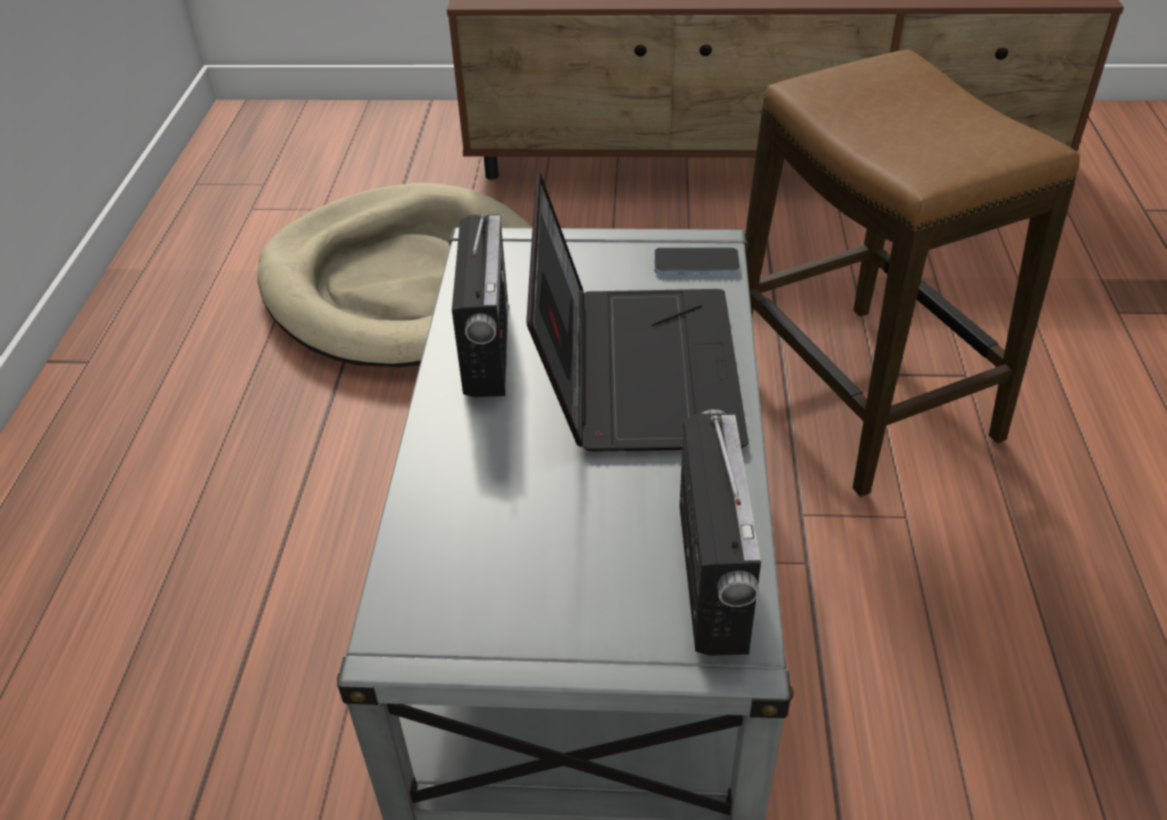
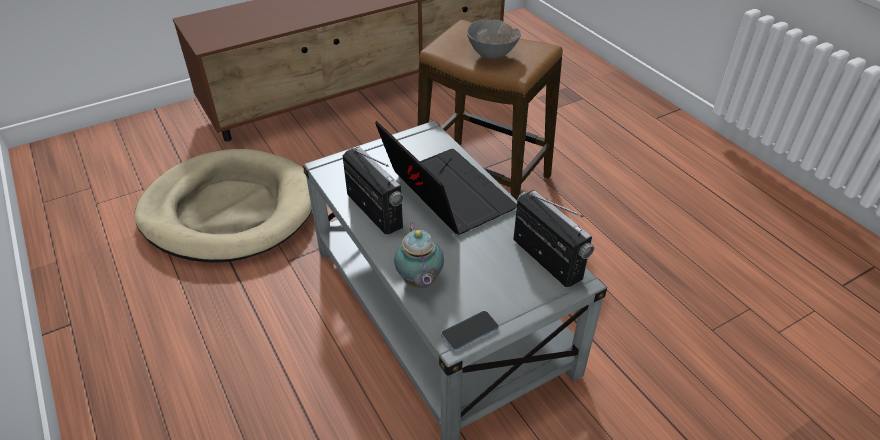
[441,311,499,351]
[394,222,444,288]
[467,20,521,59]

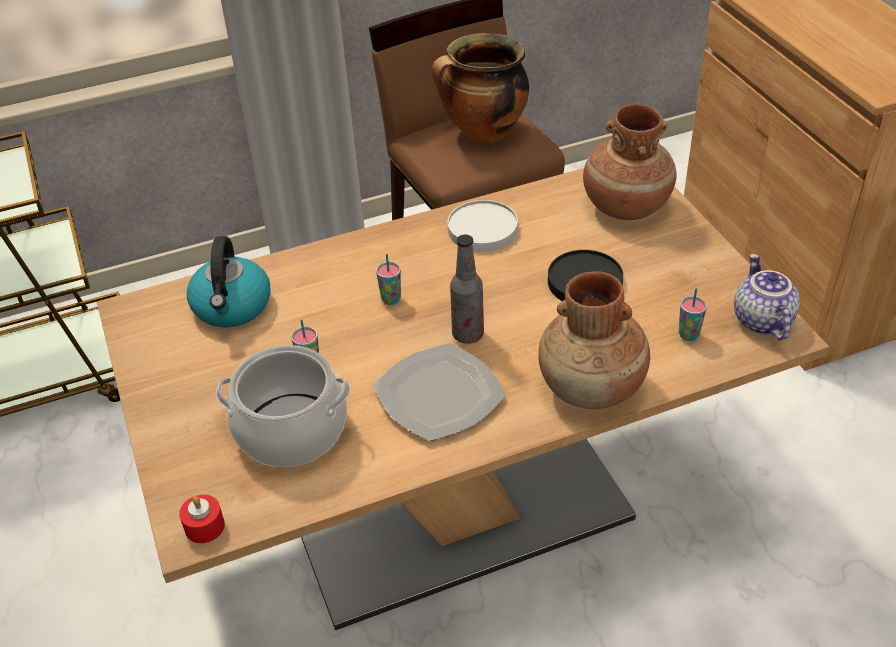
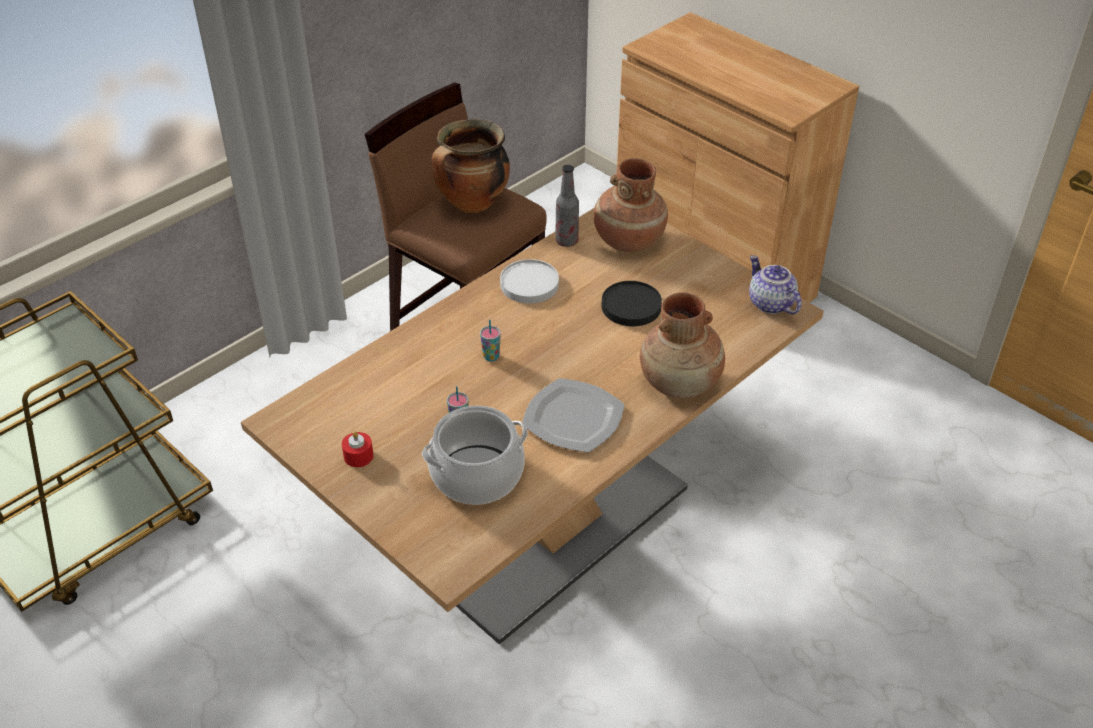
[342,431,374,467]
[187,236,271,328] (first image)
[555,165,579,247]
[679,288,707,341] (first image)

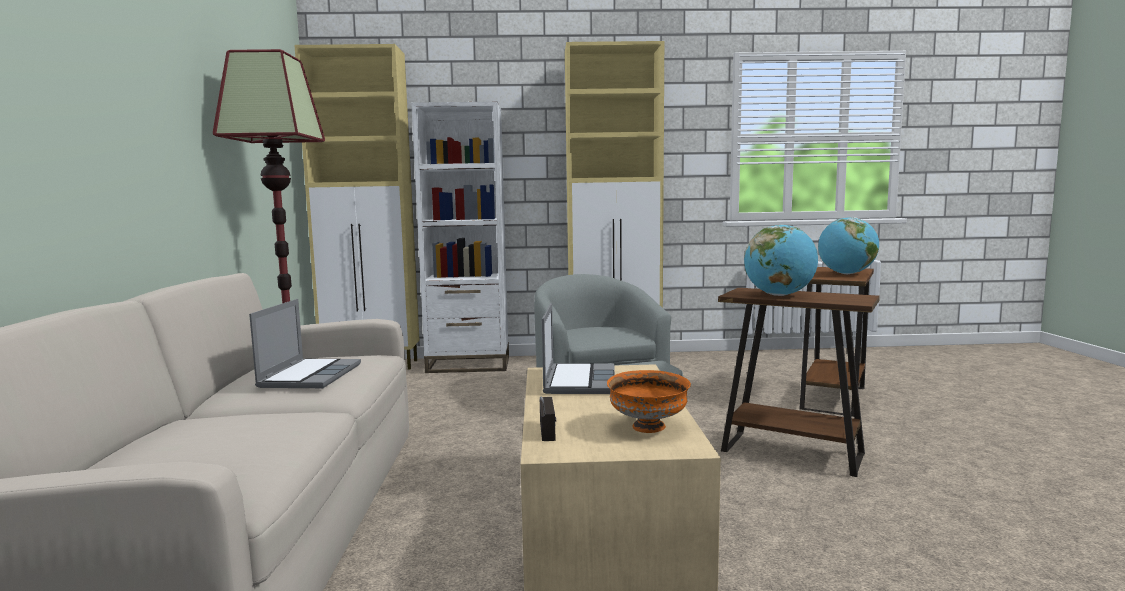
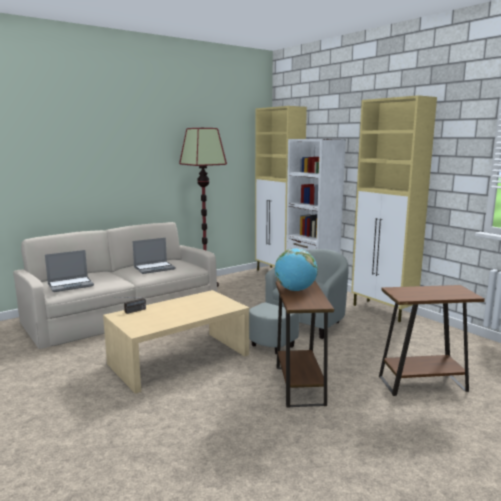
[45,250,94,292]
[607,370,691,433] (first image)
[818,217,879,274] (first image)

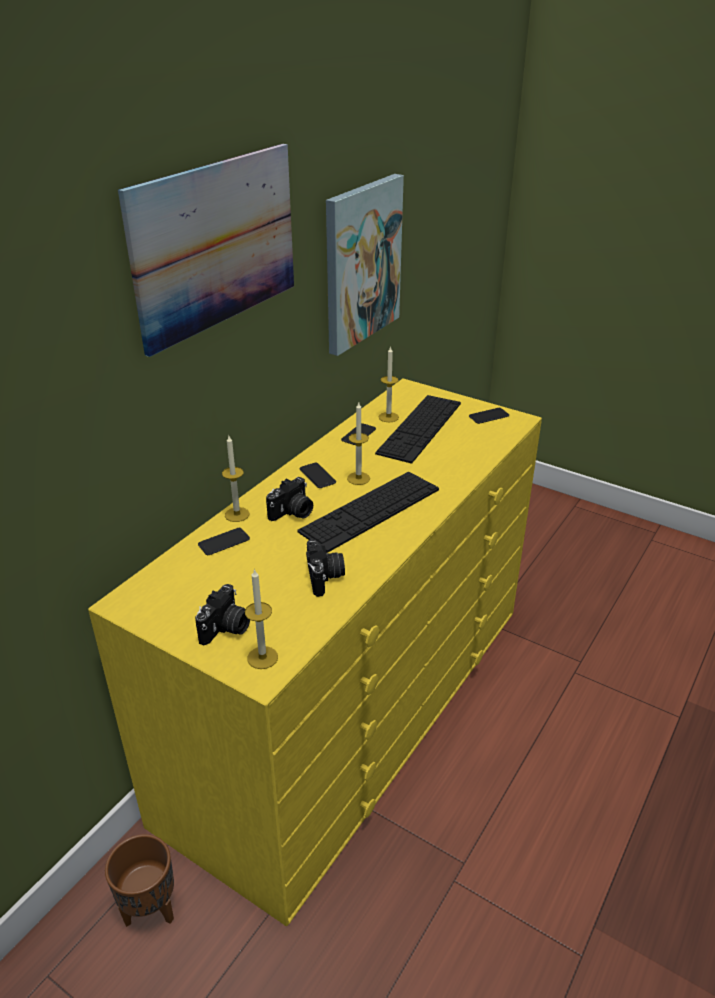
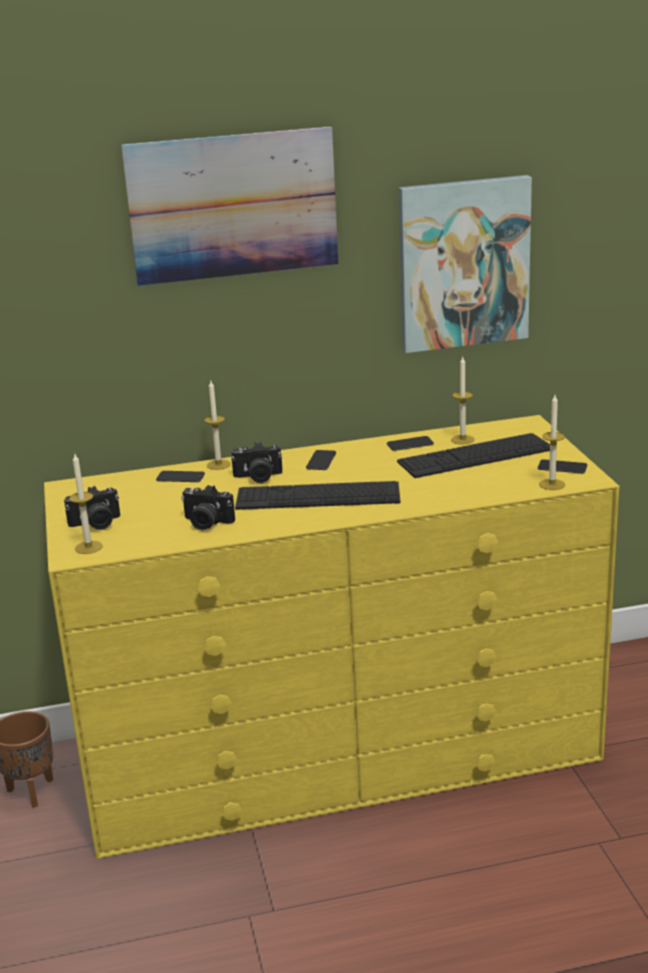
[181,485,235,530]
[539,395,565,490]

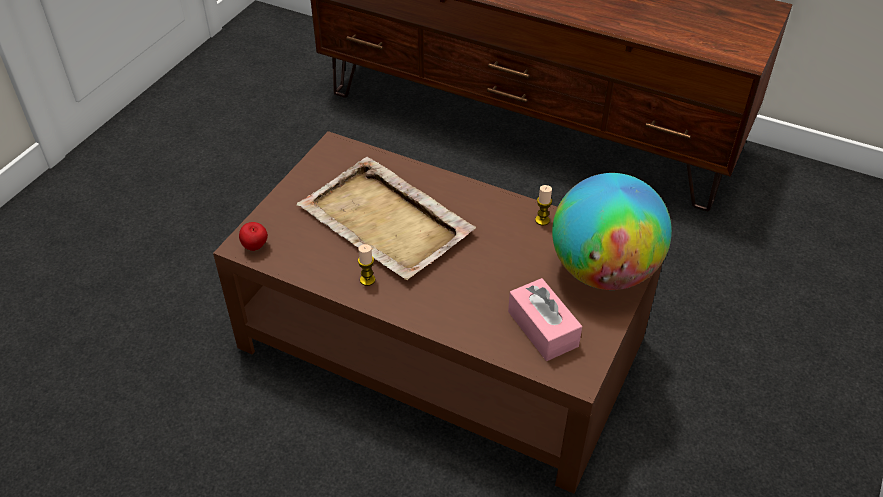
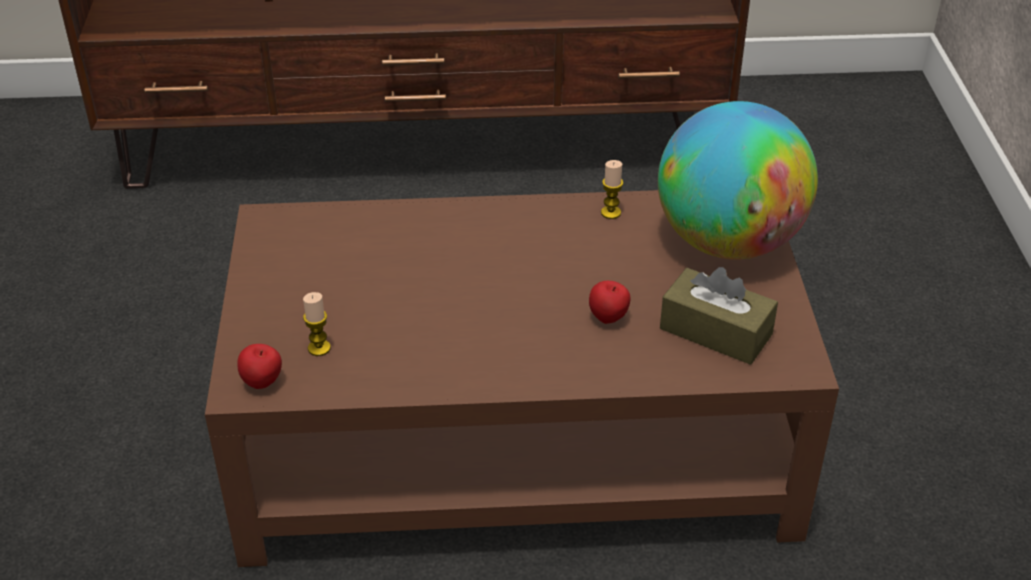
[297,157,476,280] (first image)
[303,292,331,356]
[660,267,778,365]
[589,281,631,324]

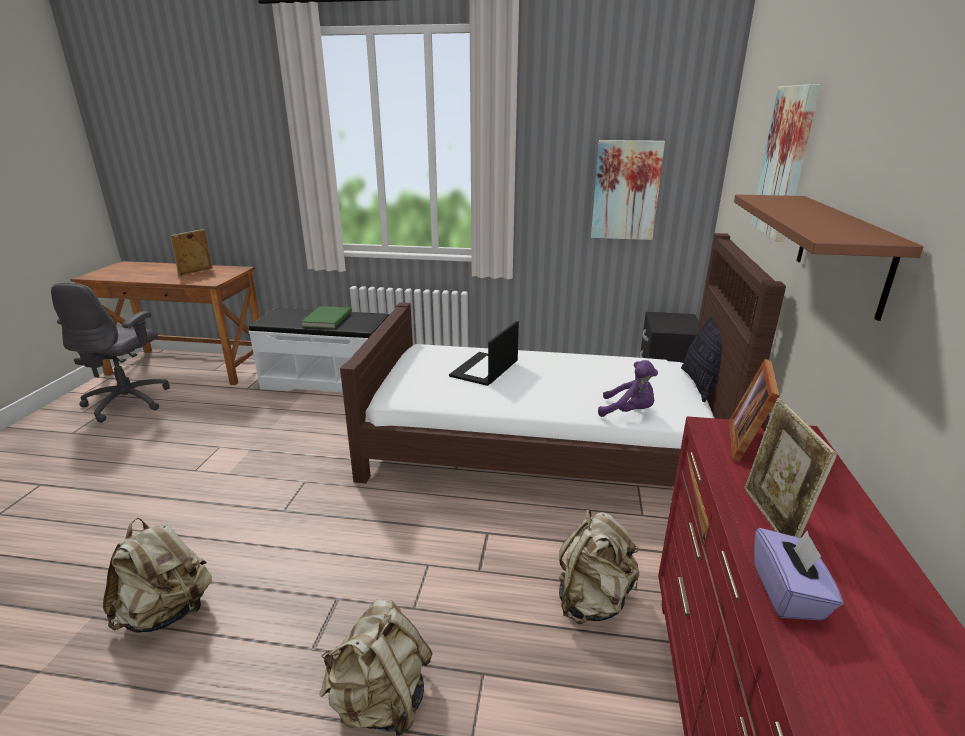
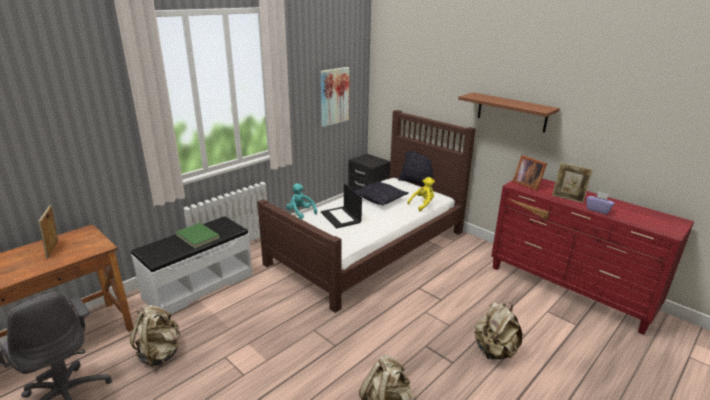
[130,305,180,368]
[407,177,435,211]
[751,84,820,242] (first image)
[286,183,317,219]
[355,181,409,206]

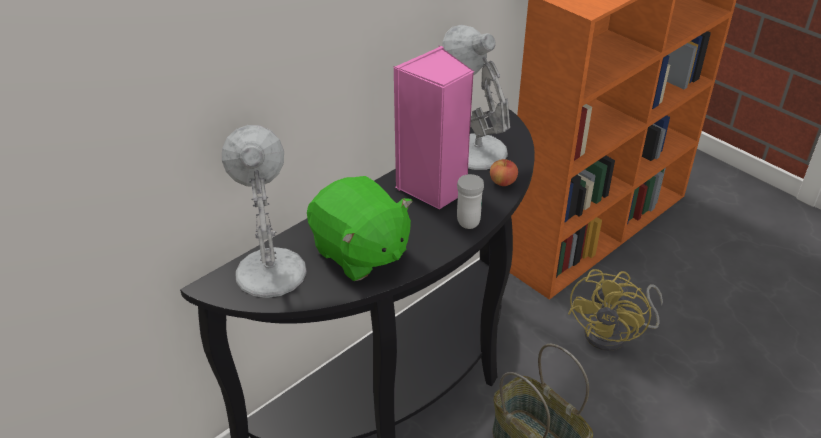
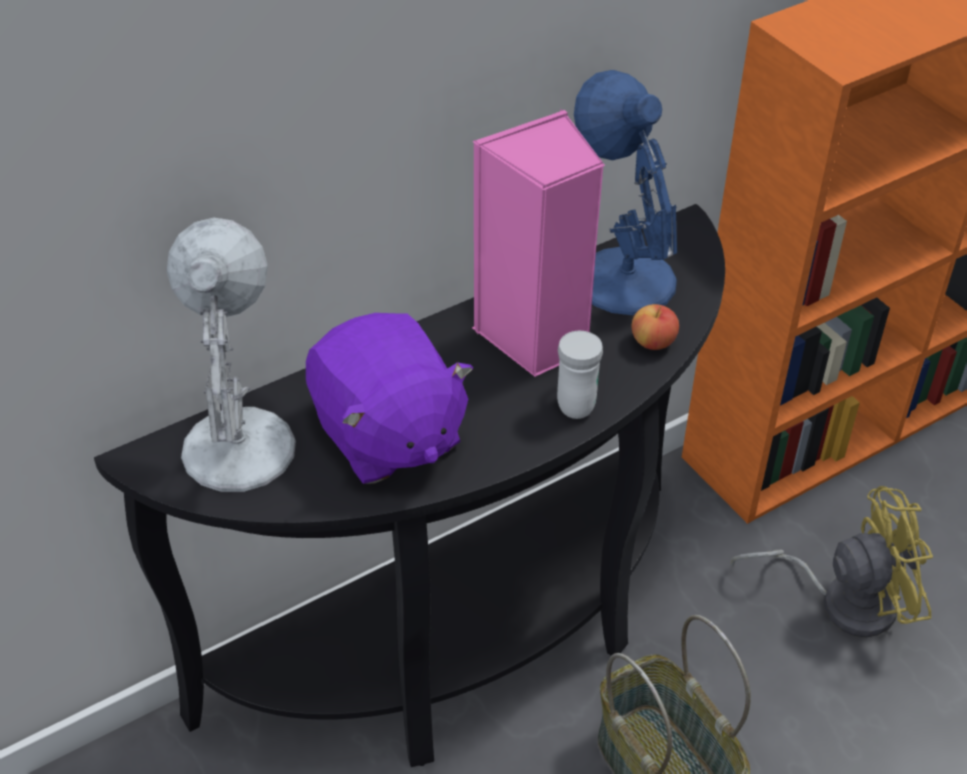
[306,313,473,484]
[574,70,677,315]
[731,486,933,637]

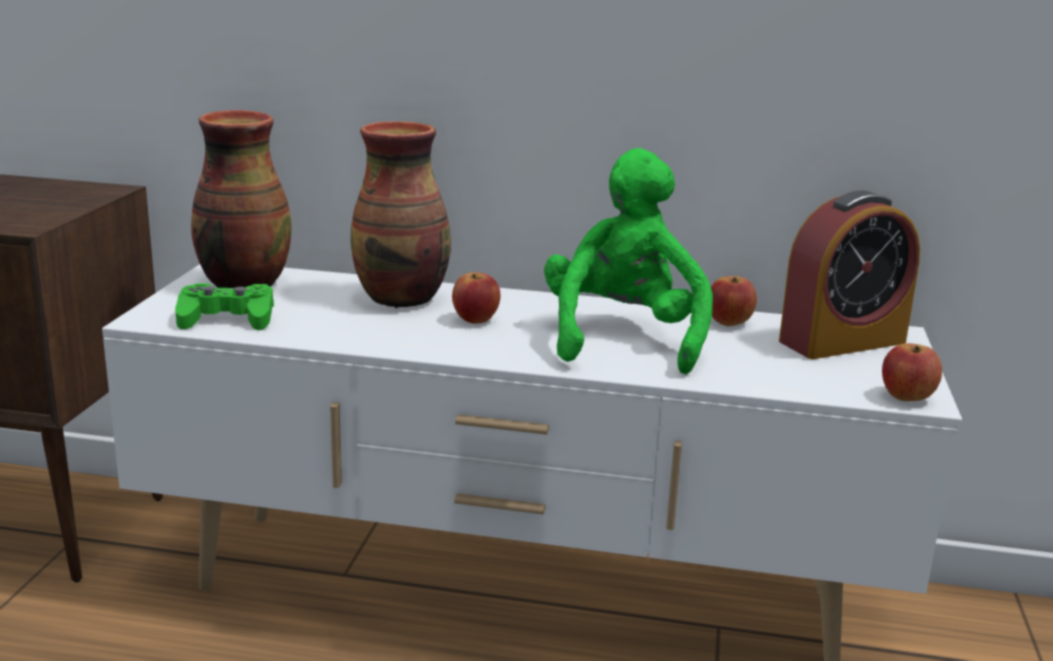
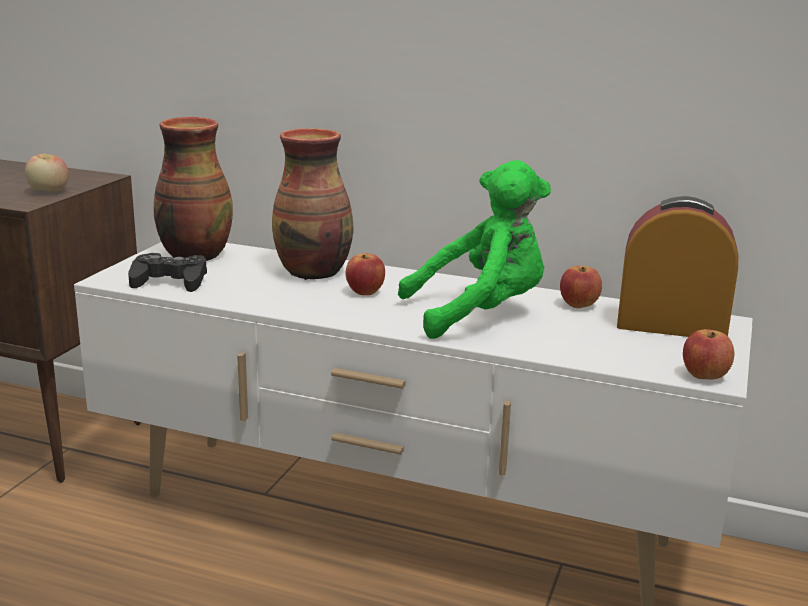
[128,253,207,292]
[398,160,551,339]
[617,196,738,337]
[25,154,69,192]

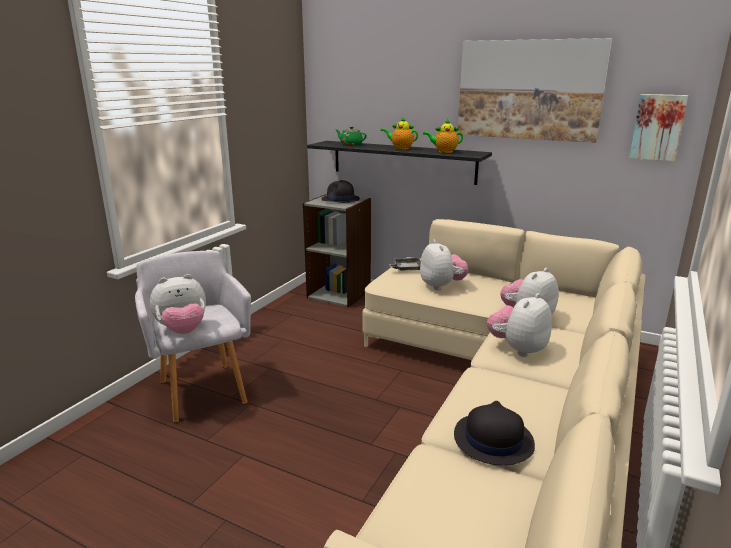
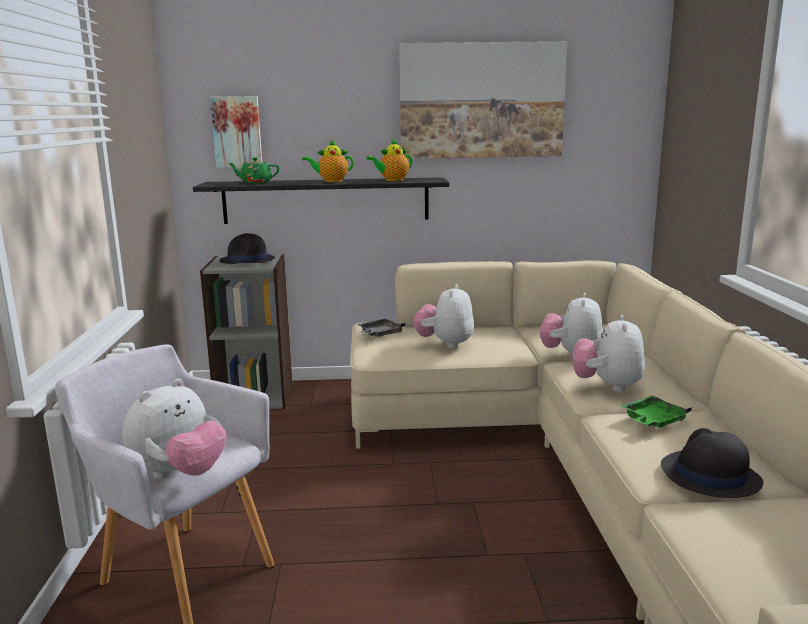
[413,284,474,348]
[210,96,262,168]
[620,396,692,428]

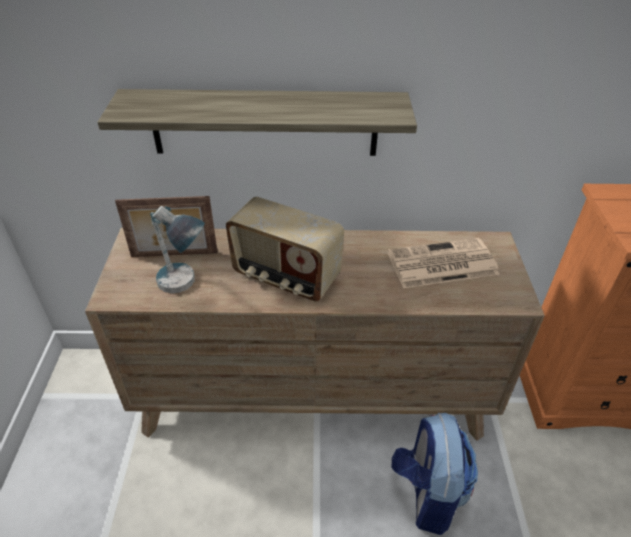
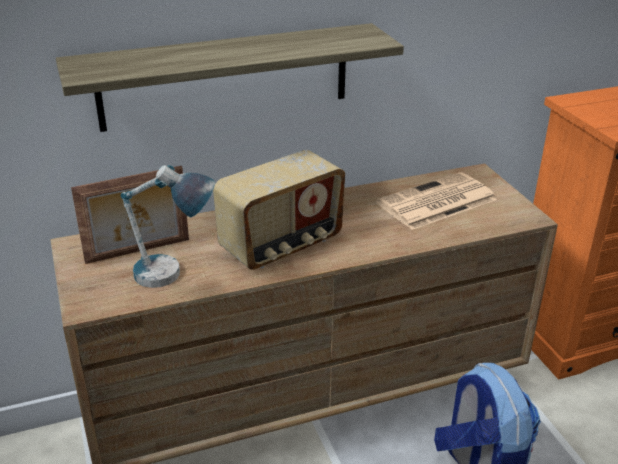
[213,150,345,270]

